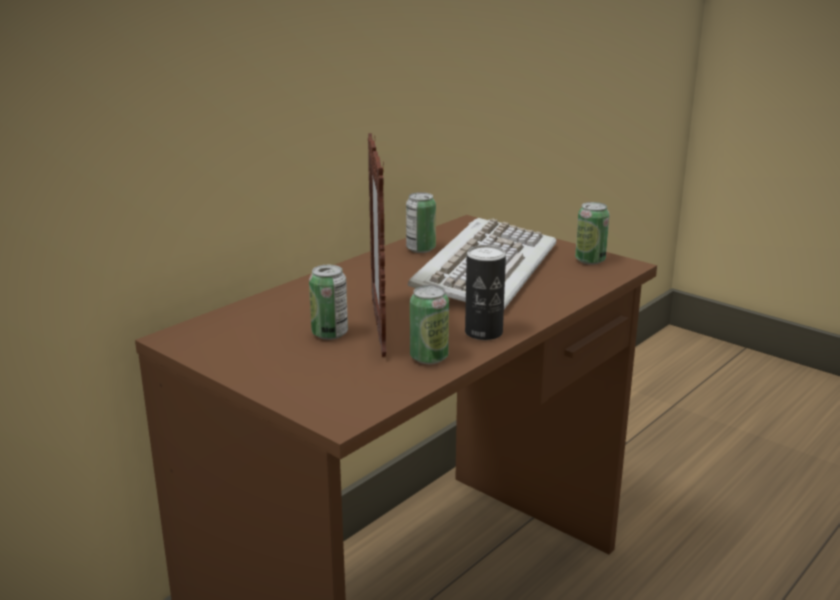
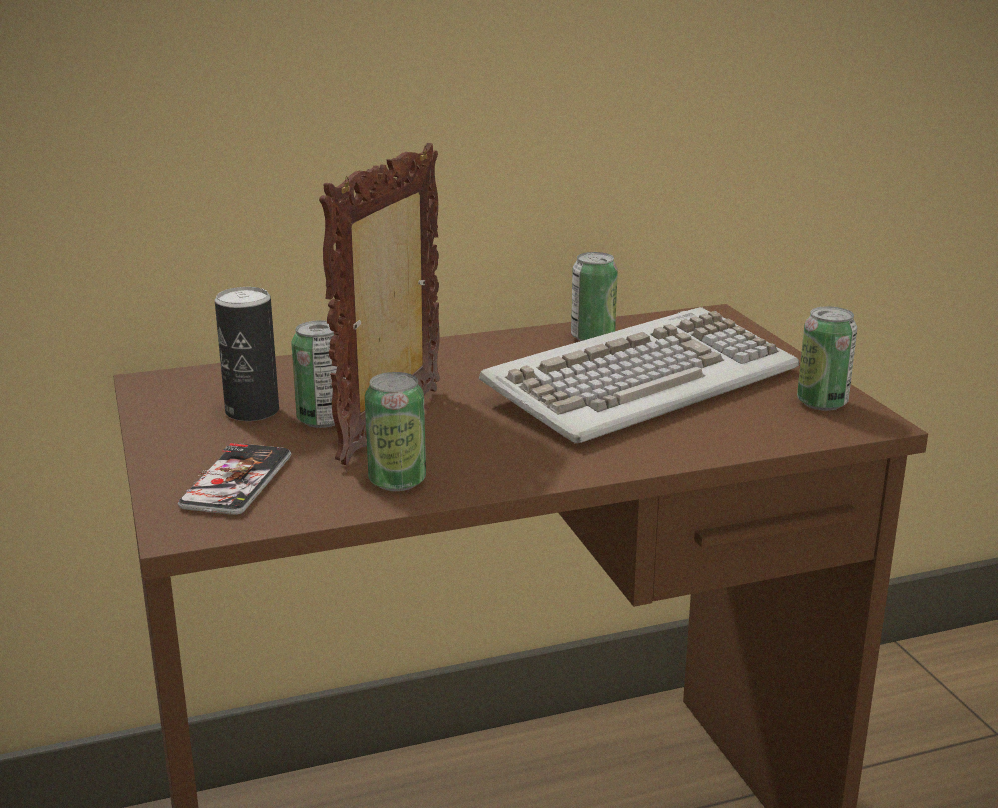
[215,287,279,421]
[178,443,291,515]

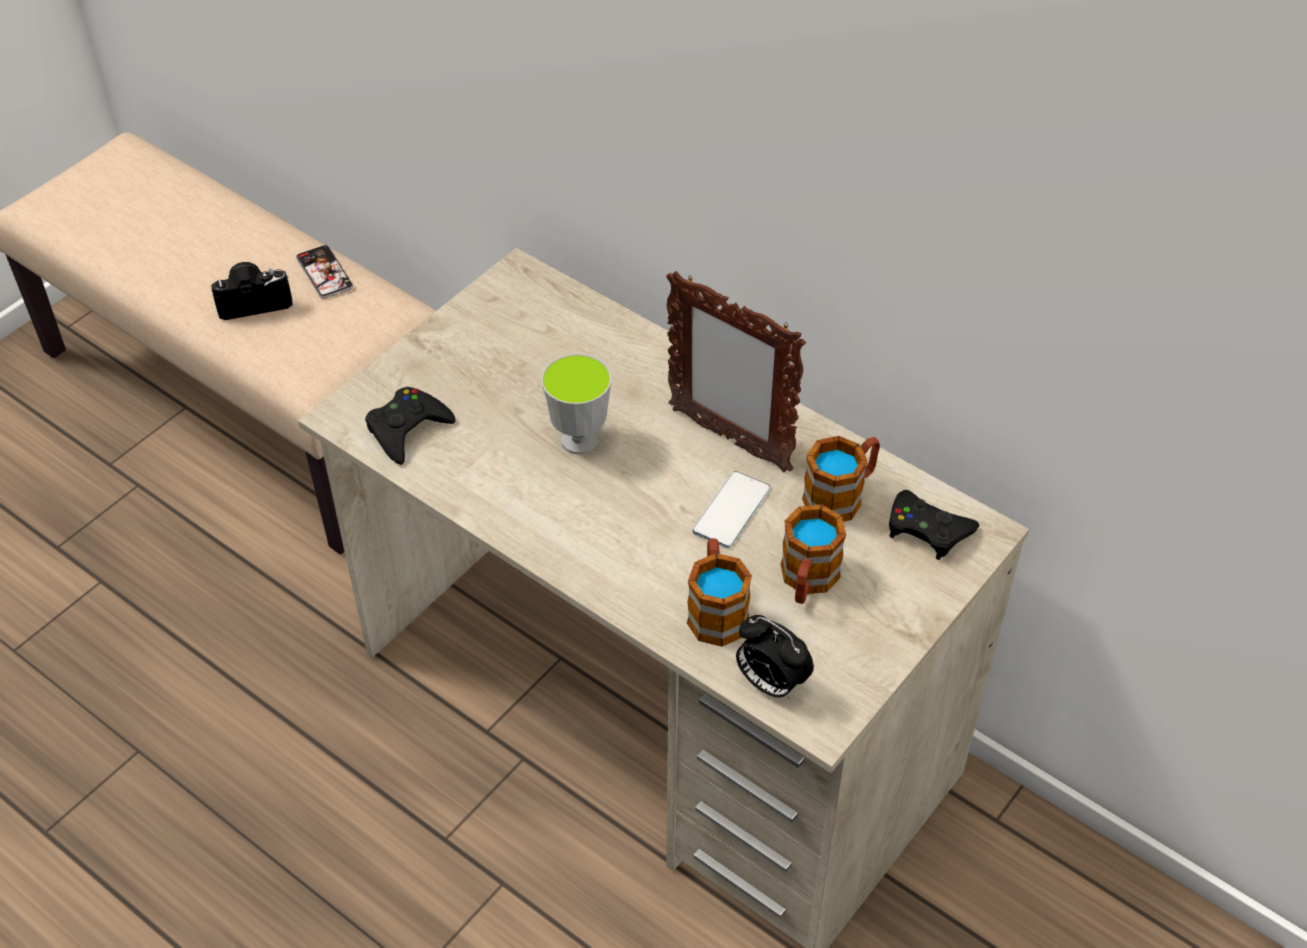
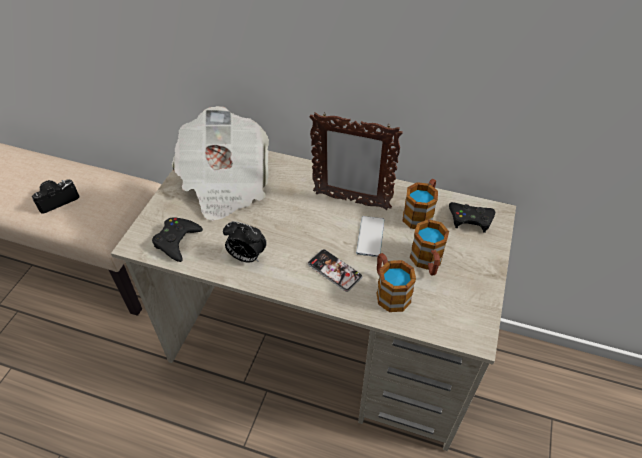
[308,249,362,292]
[541,353,612,454] (first image)
[223,221,267,263]
[172,106,269,221]

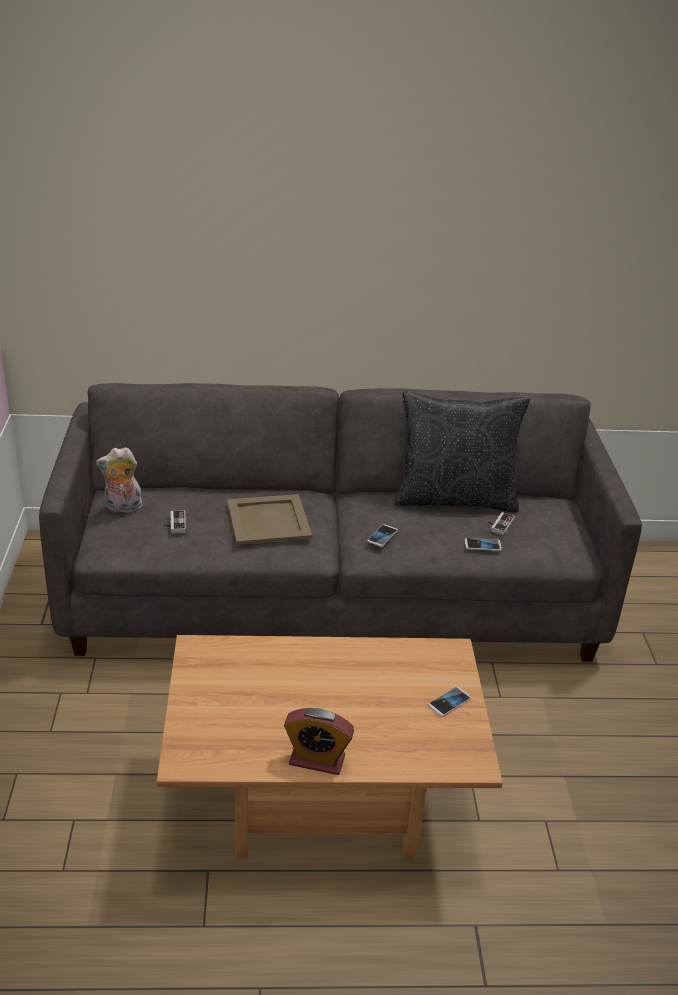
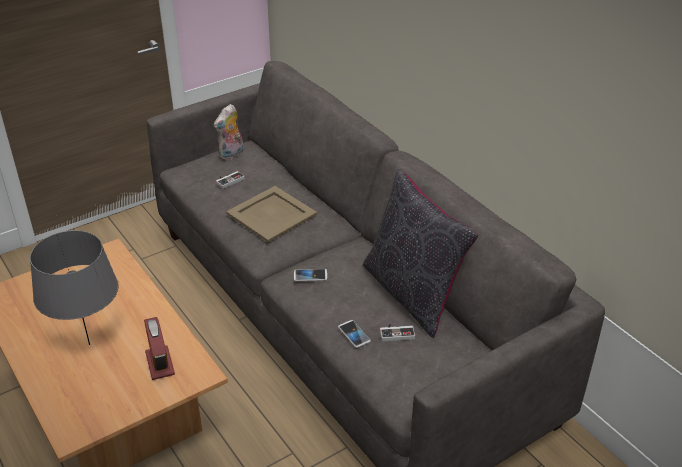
[214,104,243,160]
[144,317,175,380]
[428,687,471,716] (first image)
[30,230,119,345]

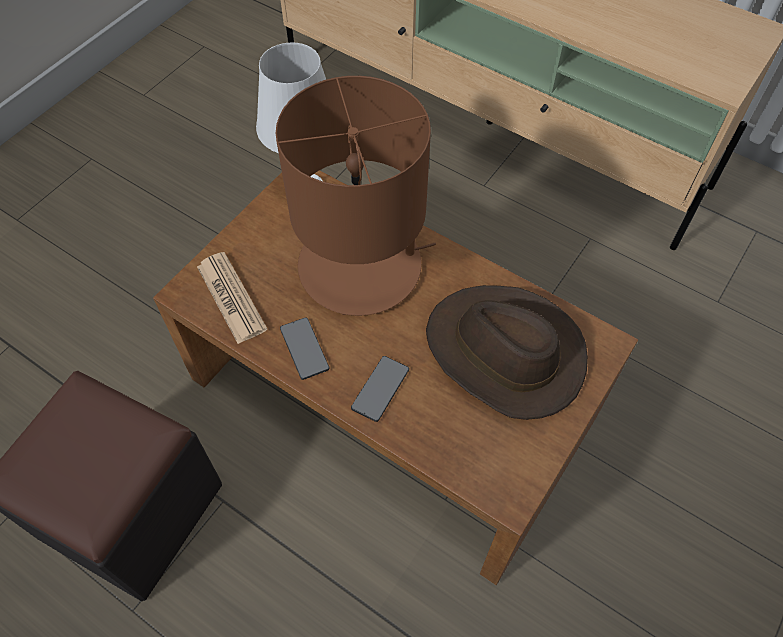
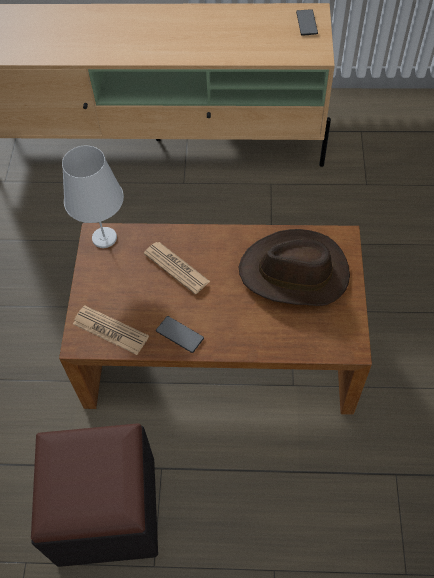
[144,242,210,294]
[296,9,318,36]

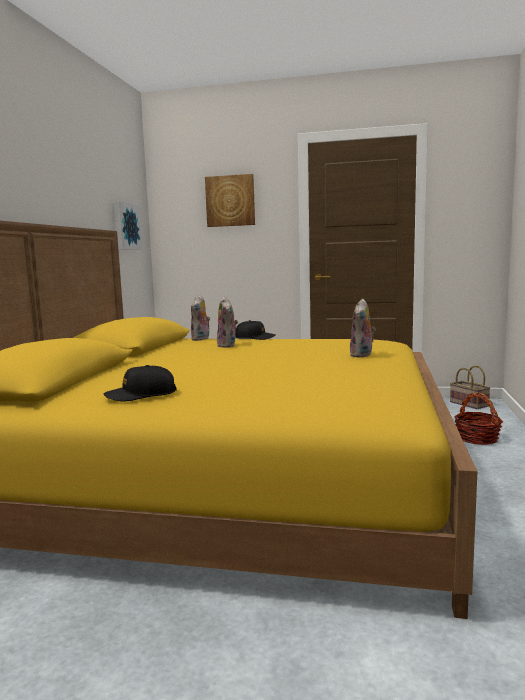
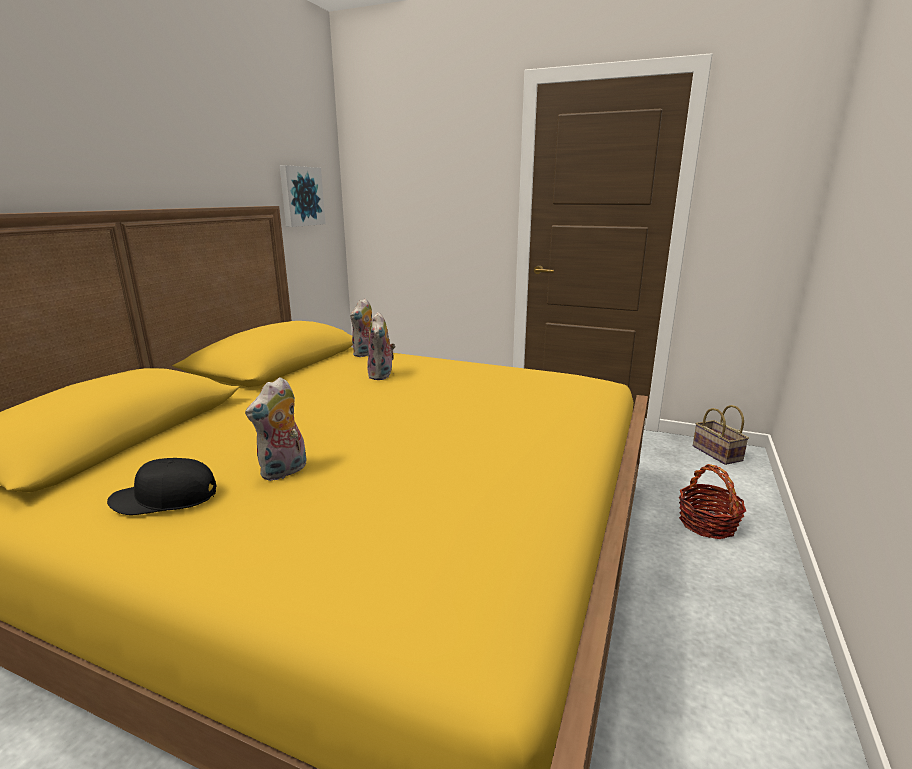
[205,174,255,227] (first image)
[235,320,276,340] (first image)
[245,377,307,481]

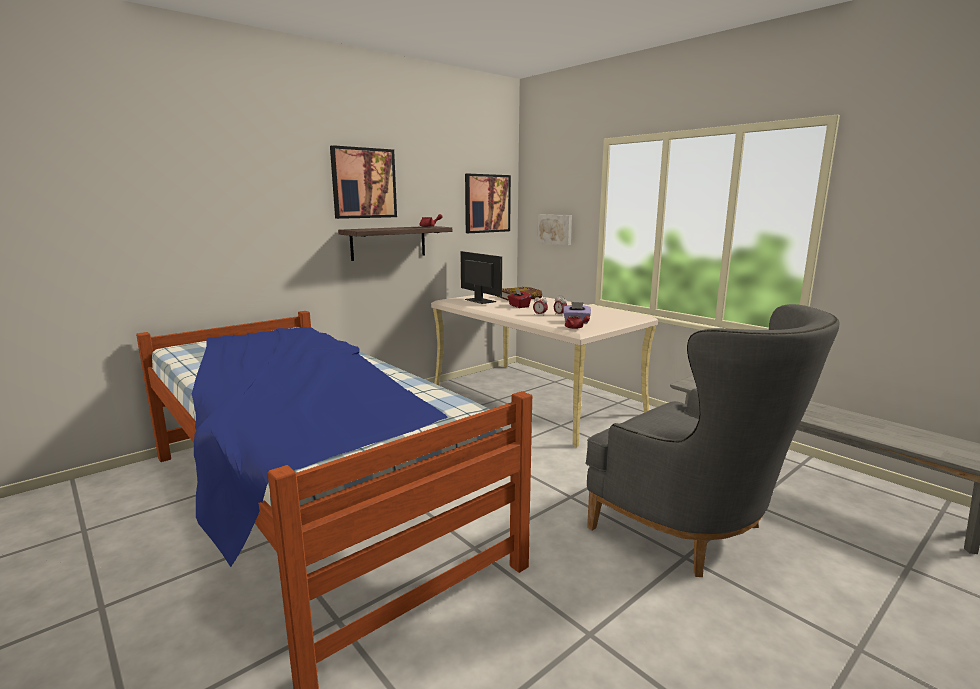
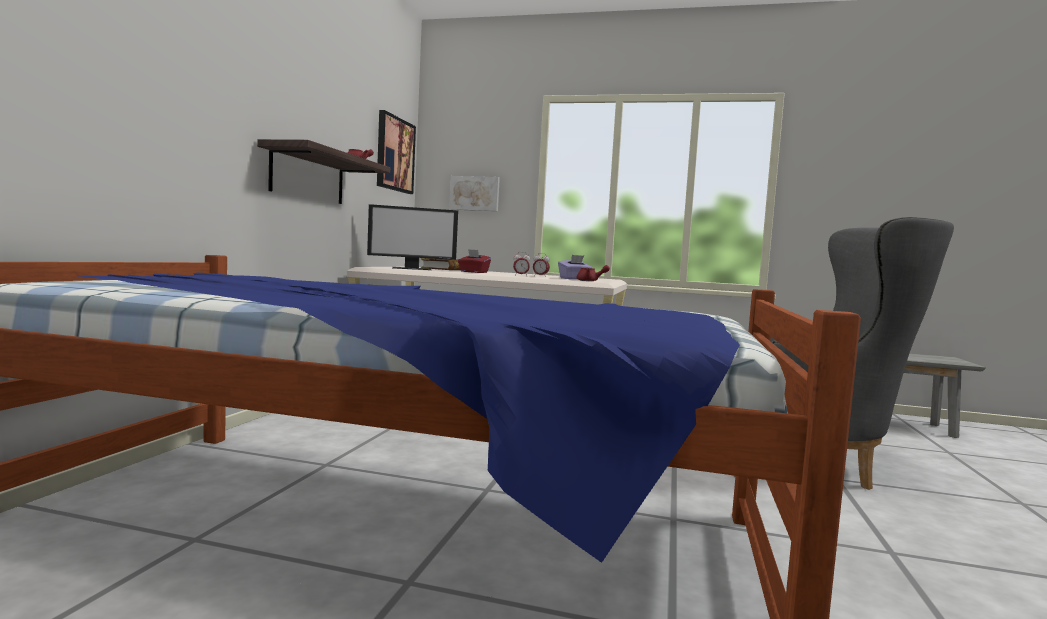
[330,145,397,219] (first image)
[367,204,458,270]

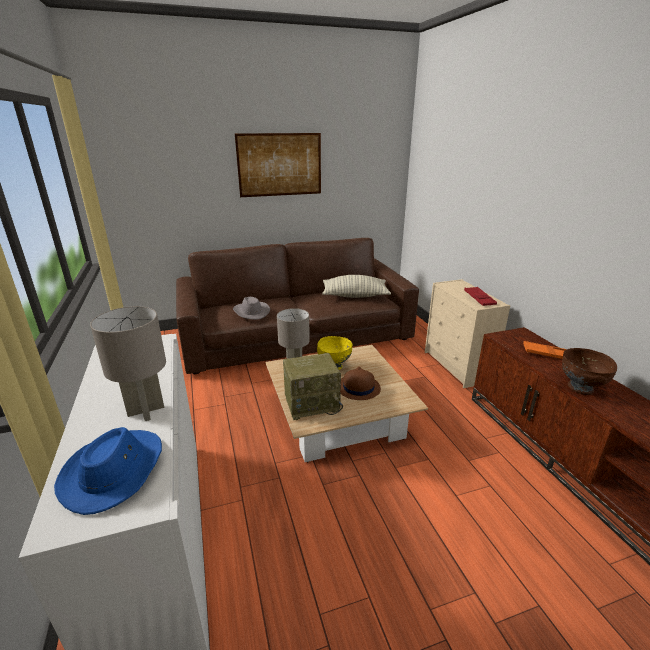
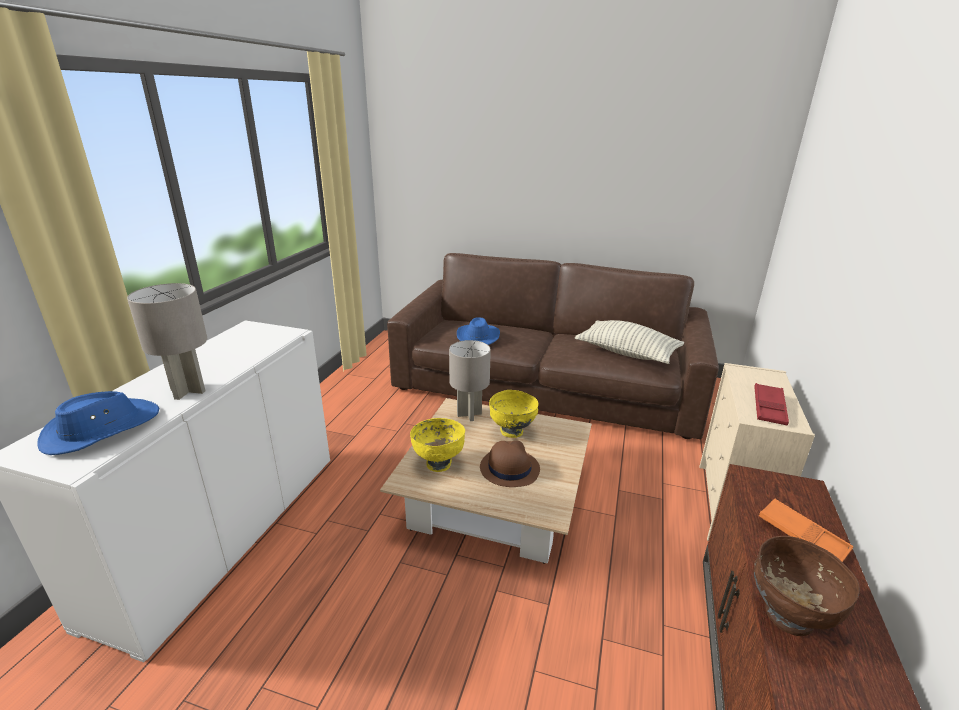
[457,317,500,345]
[235,133,321,197] (first image)
[410,418,465,472]

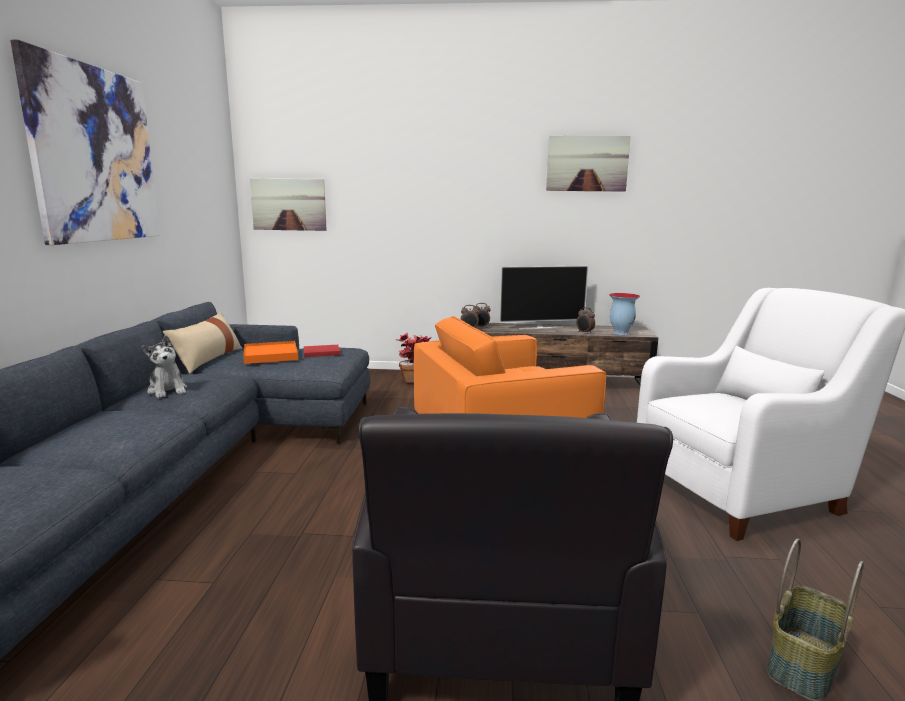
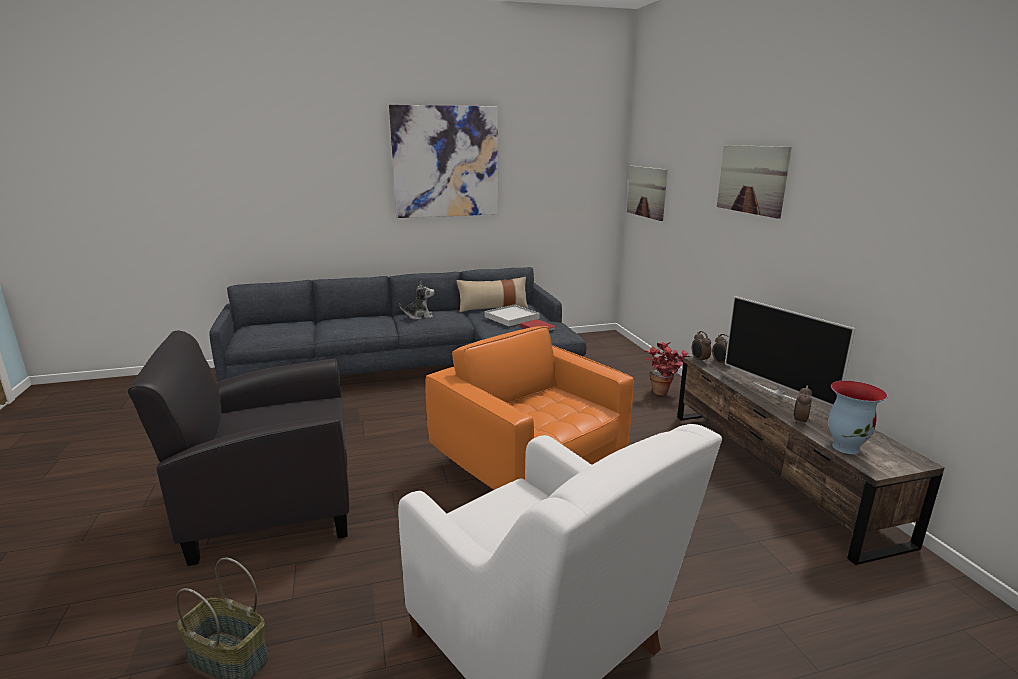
[399,281,435,320]
[484,304,540,326]
[717,145,792,219]

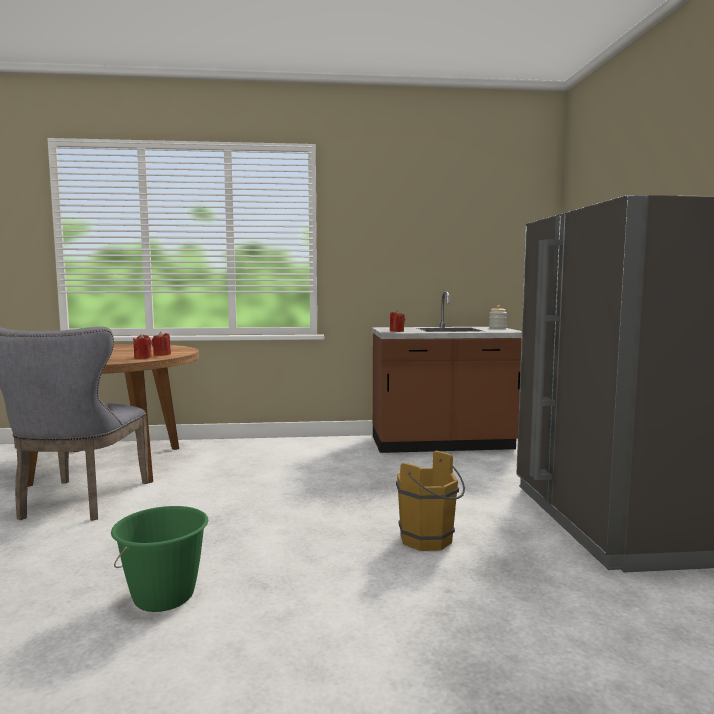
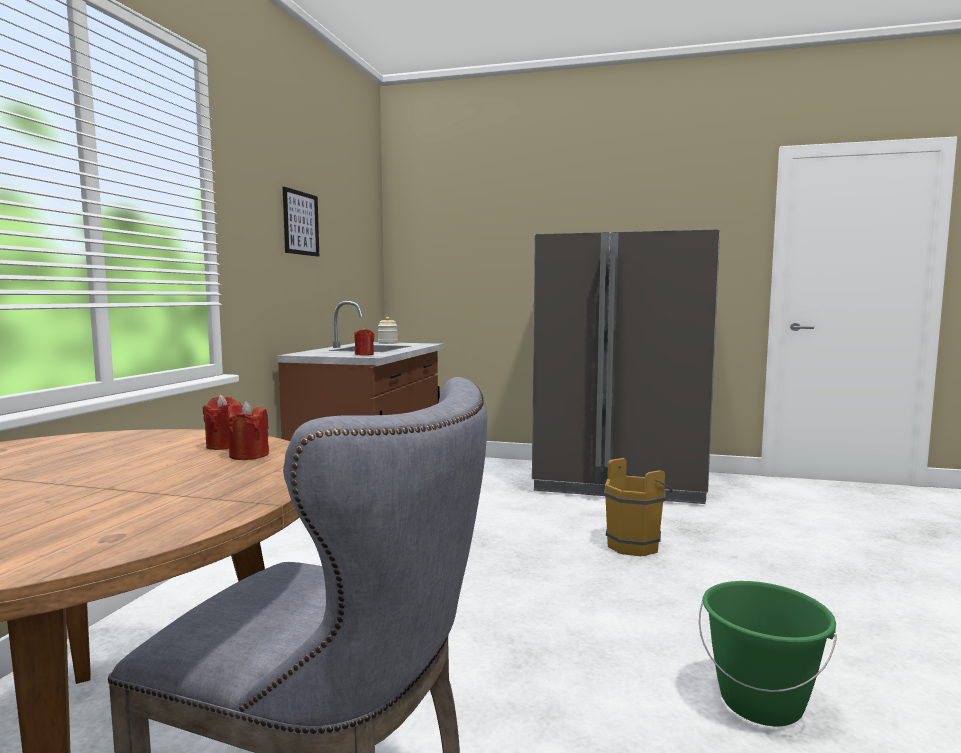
[283,187,319,257]

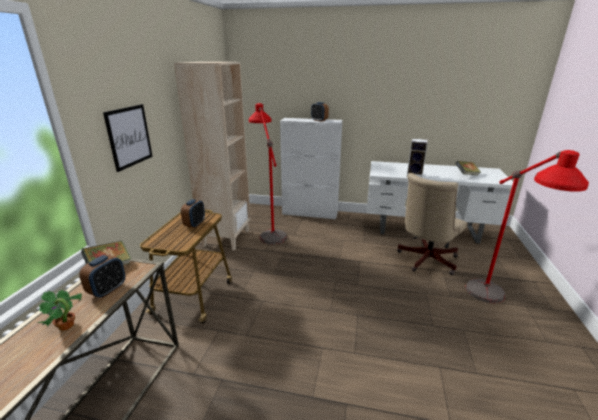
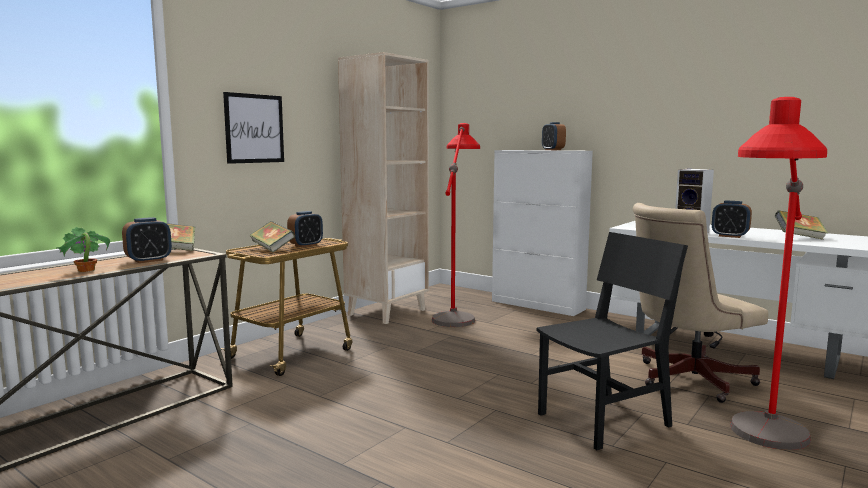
[249,221,295,252]
[536,232,688,450]
[712,201,752,238]

